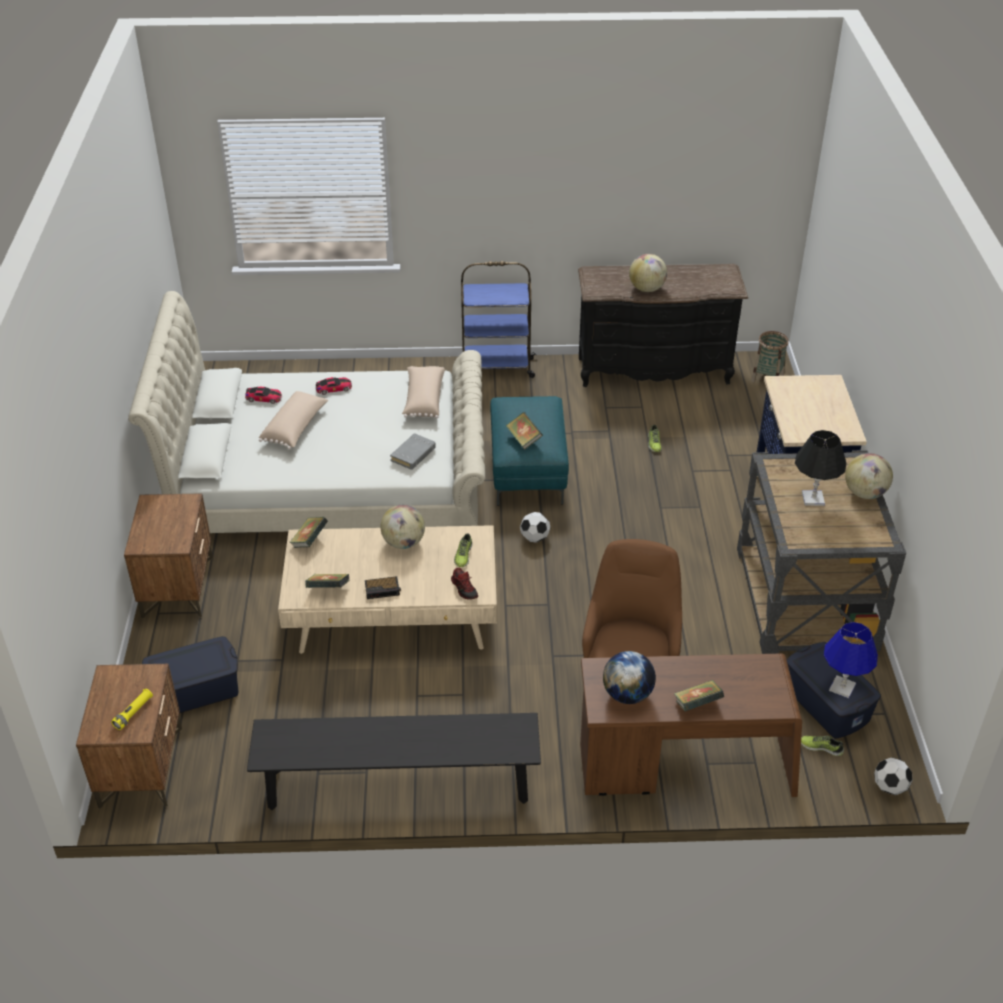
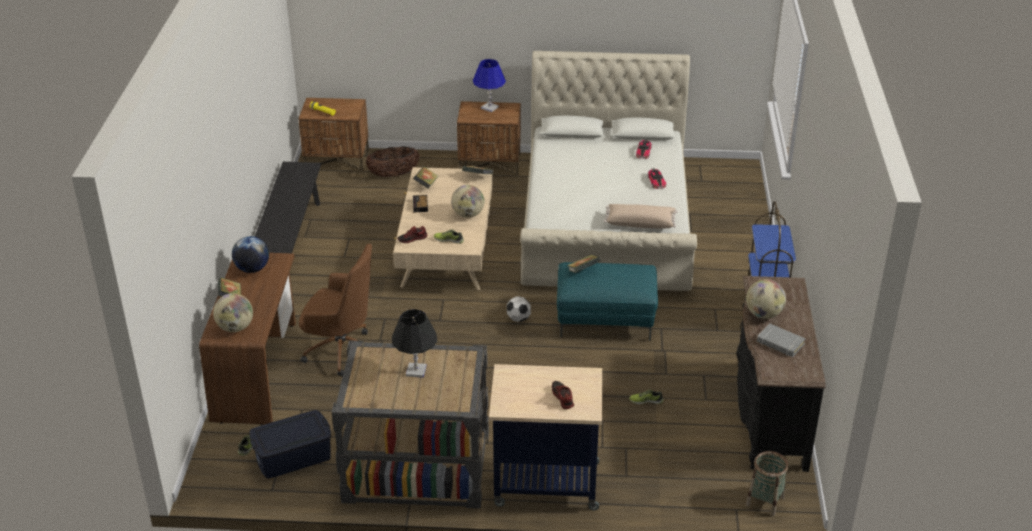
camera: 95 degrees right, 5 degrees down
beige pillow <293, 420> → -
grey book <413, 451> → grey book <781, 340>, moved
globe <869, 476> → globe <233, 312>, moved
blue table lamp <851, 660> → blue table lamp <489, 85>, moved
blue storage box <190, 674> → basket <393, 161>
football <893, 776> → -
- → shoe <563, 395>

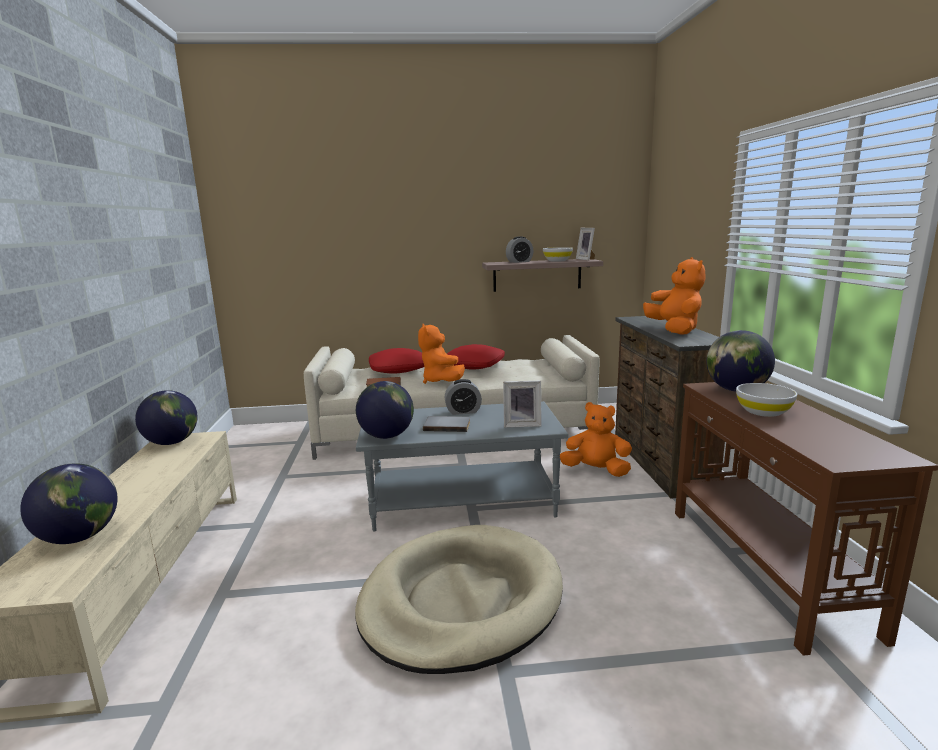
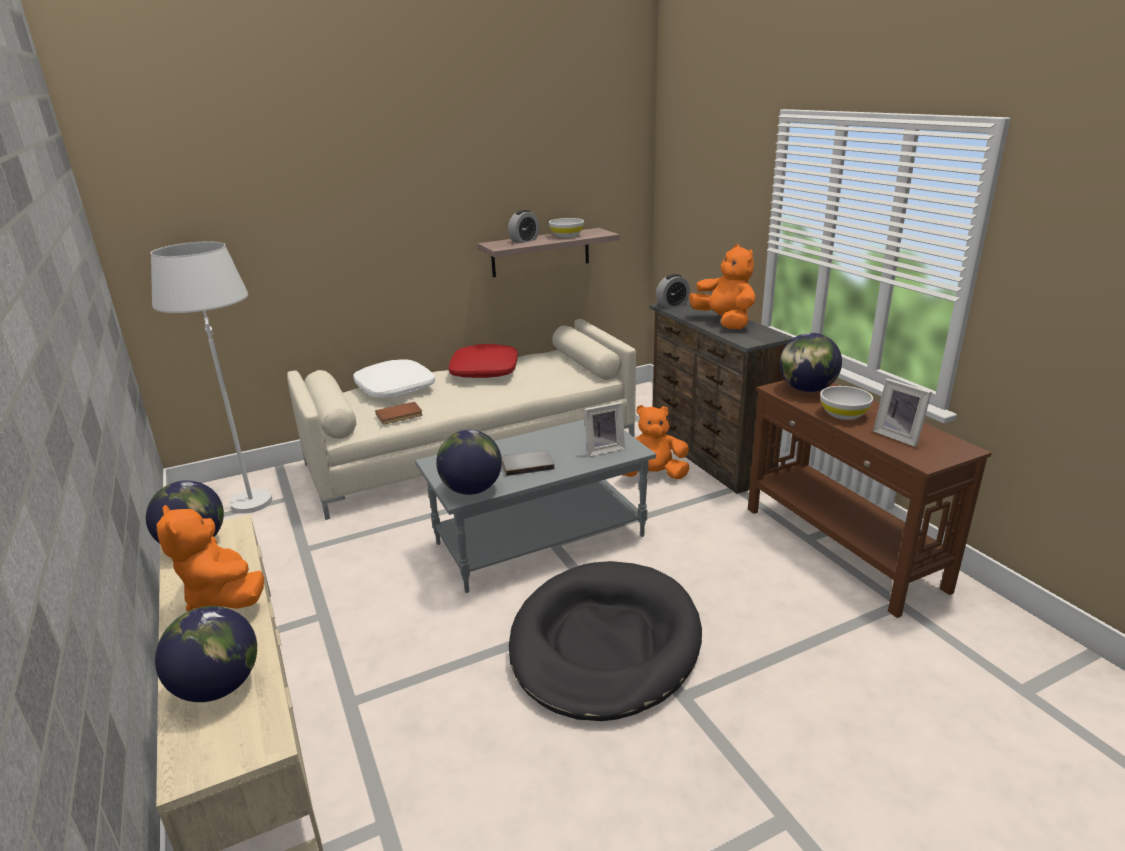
camera: 20 degrees left, 10 degrees up
picture frame <585, 244> → picture frame <902, 412>, moved
orange plush toy <441, 354> → orange plush toy <210, 558>, moved
red pillow <396, 361> → white pillow <394, 378>
alarm clock <463, 397> → alarm clock <673, 291>, moved
beige dog bed <459, 599> → black dog bed <605, 641>
- → white floor lamp <211, 377>

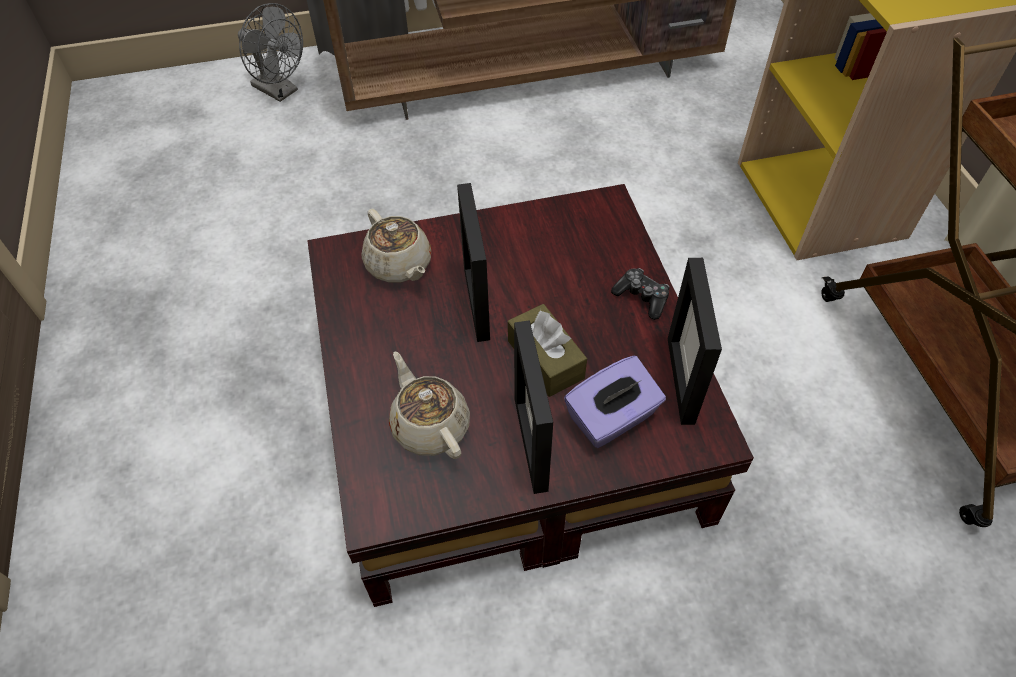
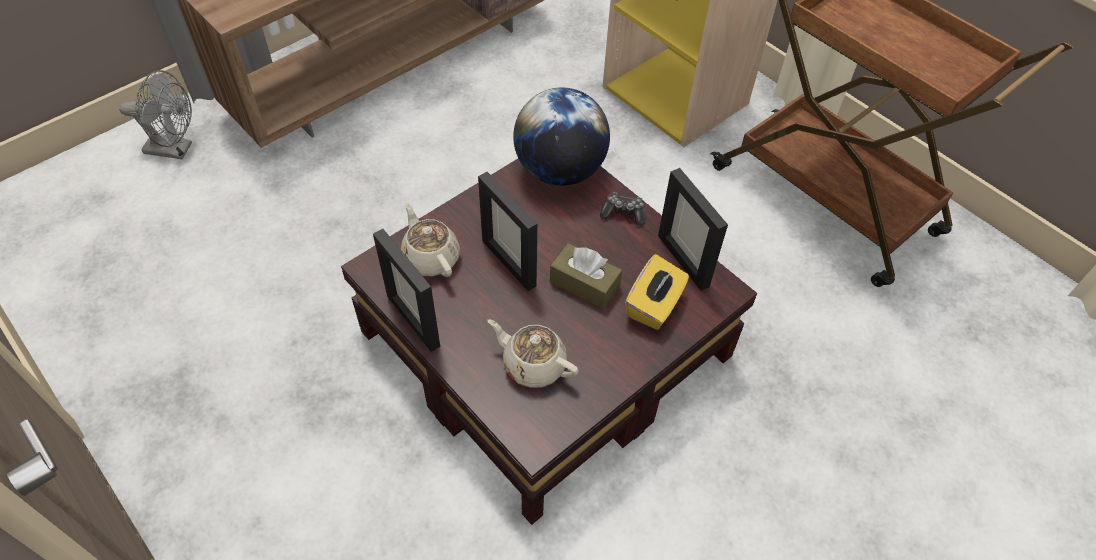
camera: 30 degrees left, 0 degrees up
beige teapot <397, 245> → beige teapot <430, 239>, 150 degrees counterclockwise
picture frame <533, 407> → picture frame <406, 290>, moved
purple tissue box <615, 402> → yellow tissue box <657, 292>
- → globe <561, 136>

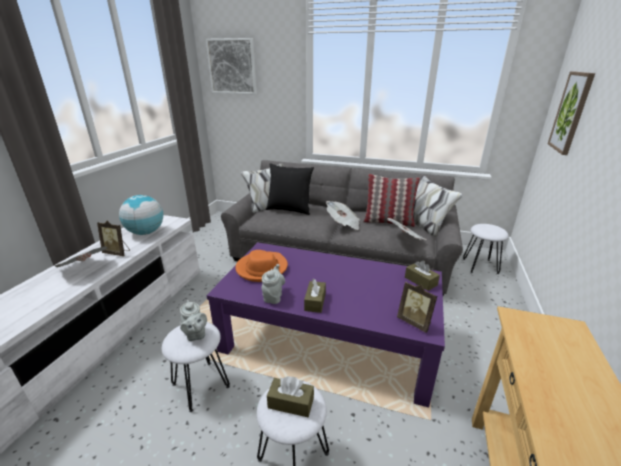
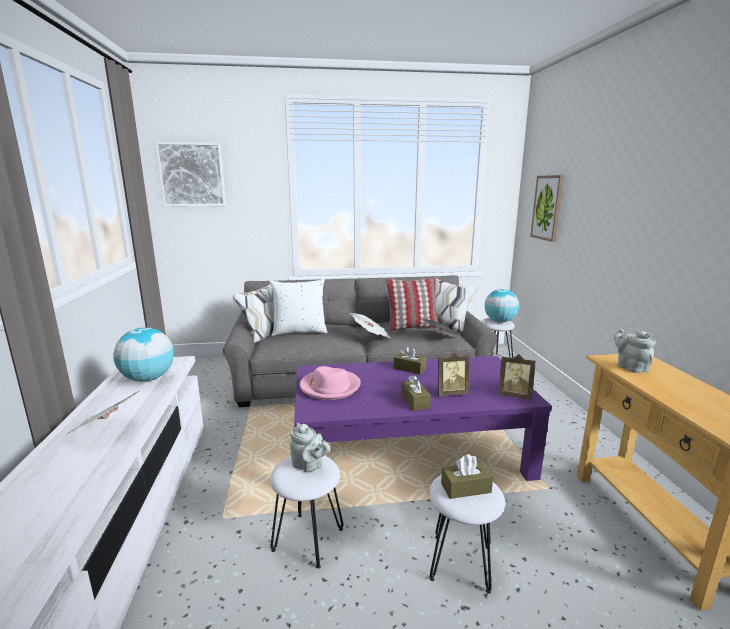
camera: 25 degrees left, 10 degrees down
black pillow <290, 189> → white pillow <298, 307>
picture frame <113, 238> → picture frame <453, 374>, moved
orange hat <261, 266> → pink hat <330, 383>
brown tissue box <422, 275> → brown tissue box <409, 360>, moved
grey teapot <273, 284> → grey teapot <634, 351>, moved
- → globe <502, 305>

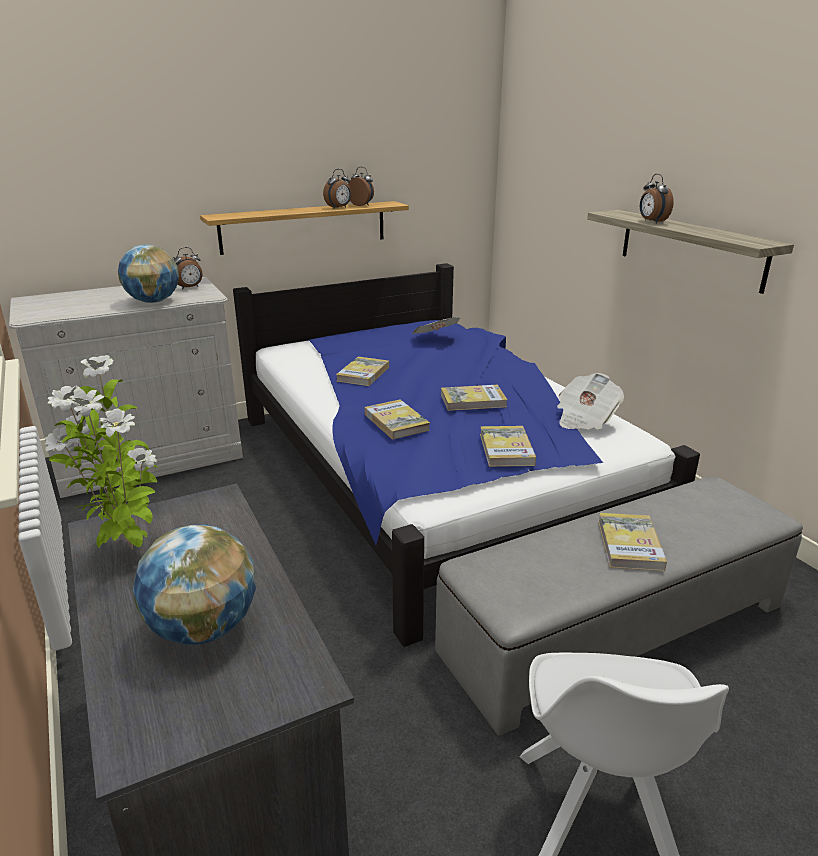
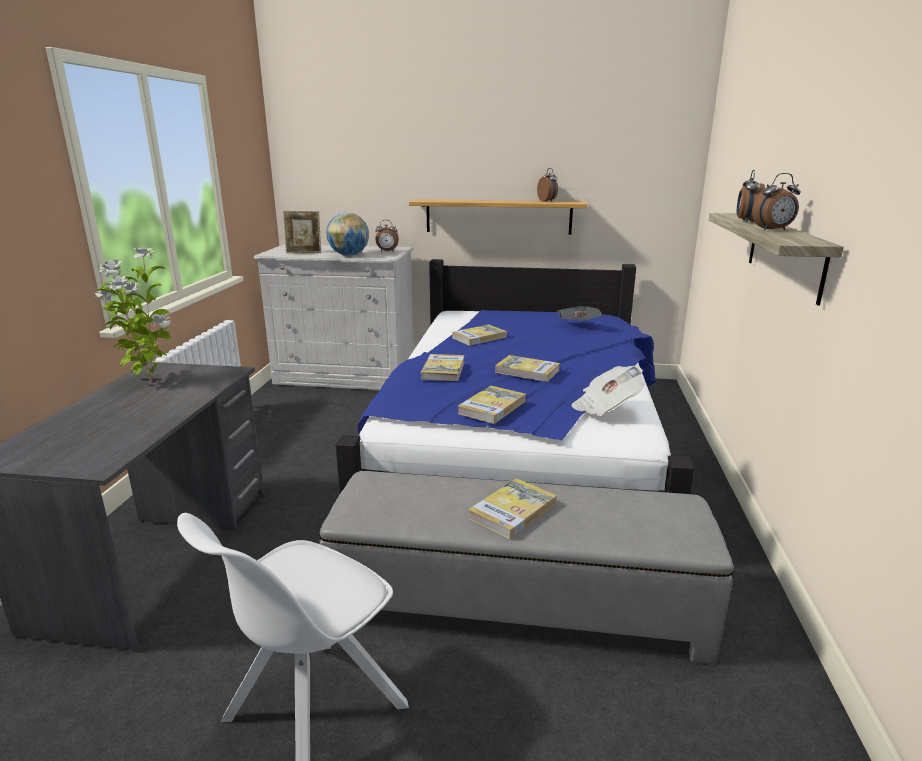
camera: 35 degrees right, 5 degrees down
alarm clock <337, 189> → alarm clock <776, 202>, moved
globe <194, 584> → -
- → picture frame <302, 232>

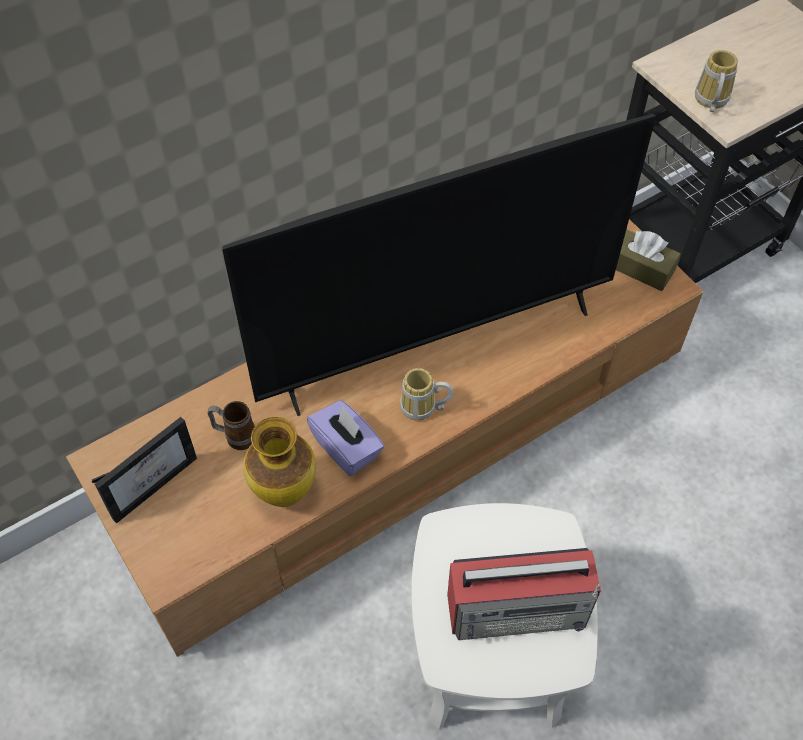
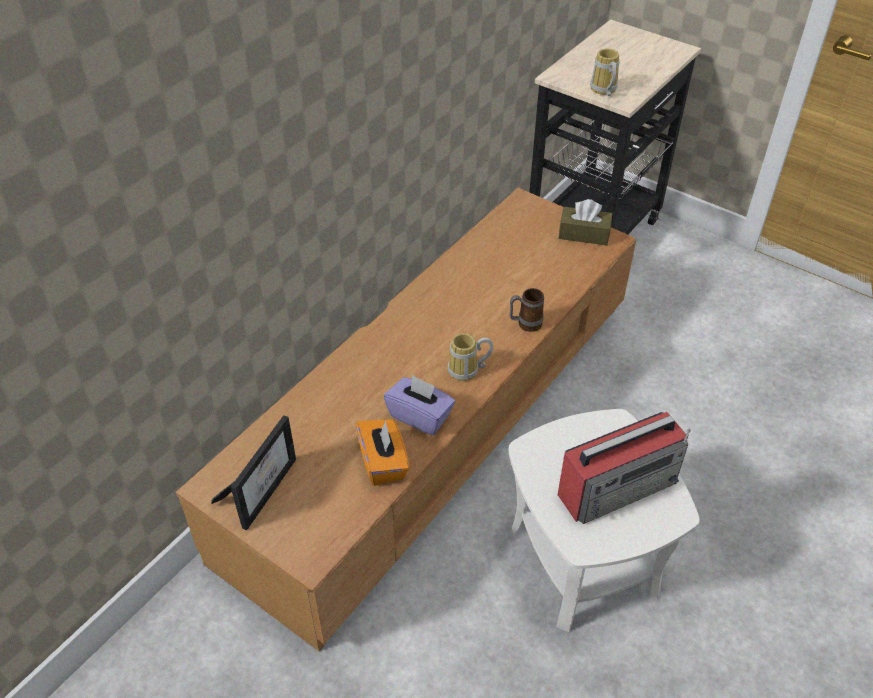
camera: 20 degrees left, 10 degrees down
television <439, 265> → -
mug <231, 425> → mug <527, 310>, moved
vase <279, 462> → orange tissue box <382, 452>

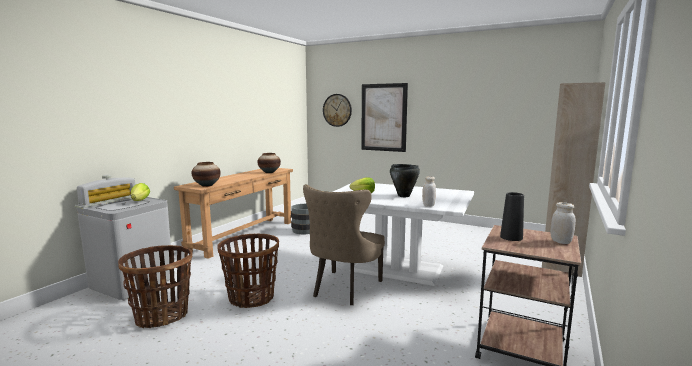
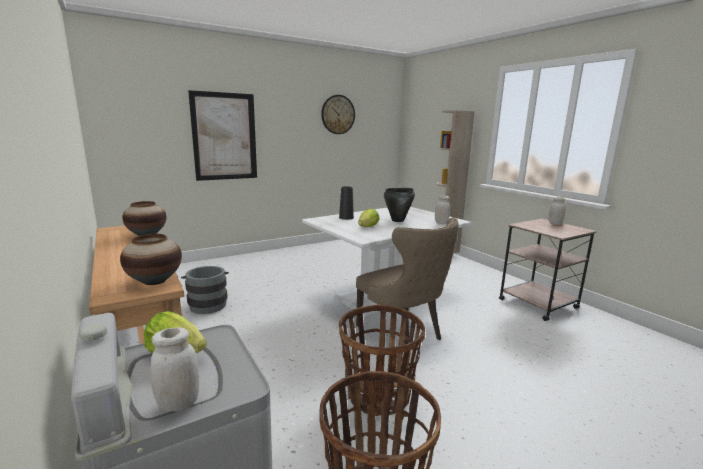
camera: 60 degrees left, 5 degrees up
wall clock <337, 110> → wall clock <338, 114>, moved
black vase <512, 216> → black vase <346, 203>, moved
- → white jar <174, 369>

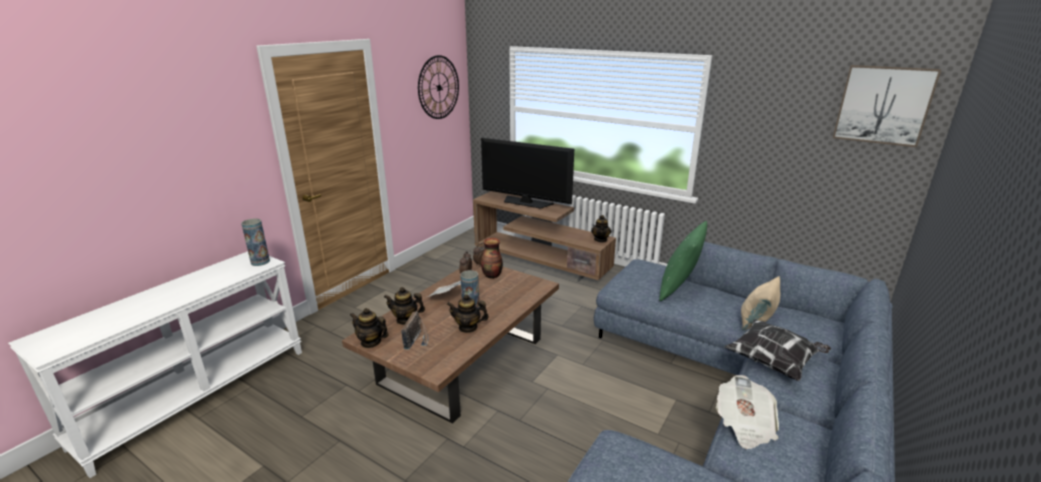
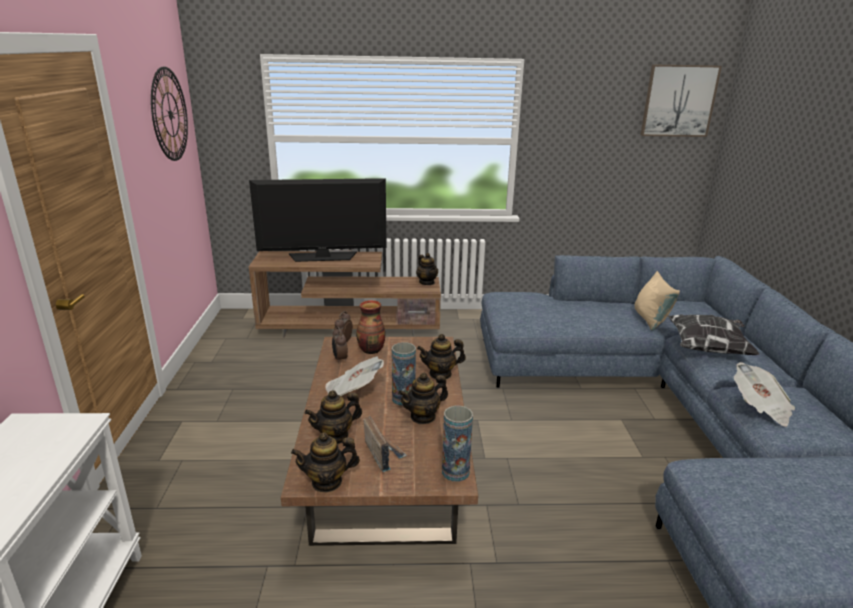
camera: 35 degrees left, 0 degrees up
vase <255, 242> → vase <457, 444>, moved
green pillow <683, 261> → -
- → teapot <441, 356>

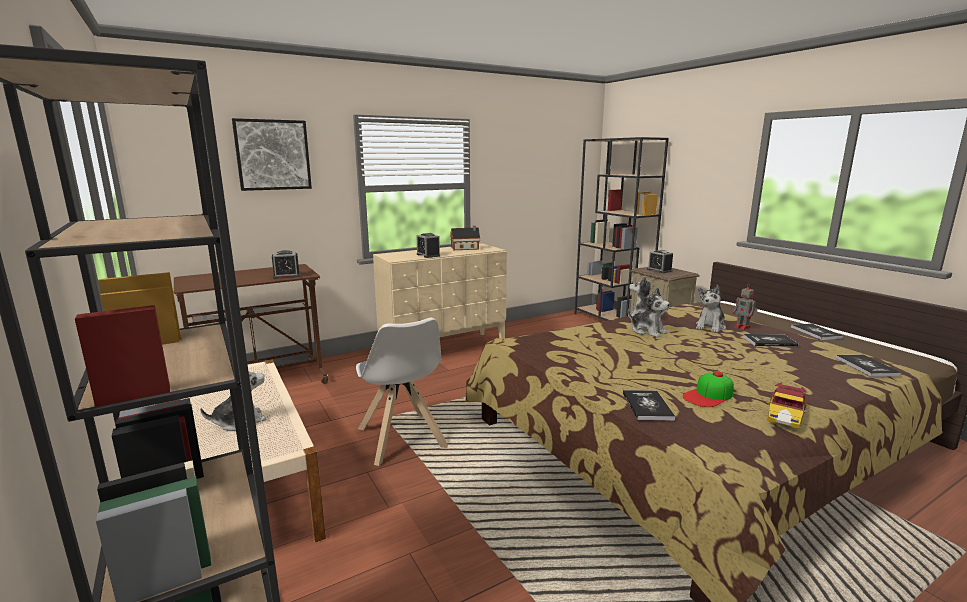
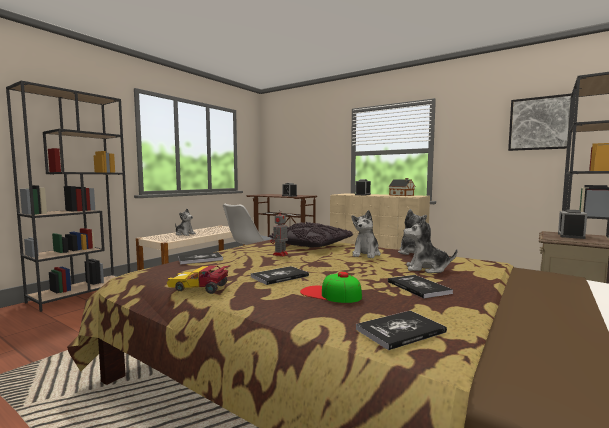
camera: 65 degrees right, 10 degrees down
picture <272, 154> → picture <540, 122>, moved
toy robot <745, 307> → toy robot <279, 234>, moved
book <817, 331> → book <280, 275>, moved
cap <708, 389> → cap <331, 287>, moved
- → black pillow <311, 234>

